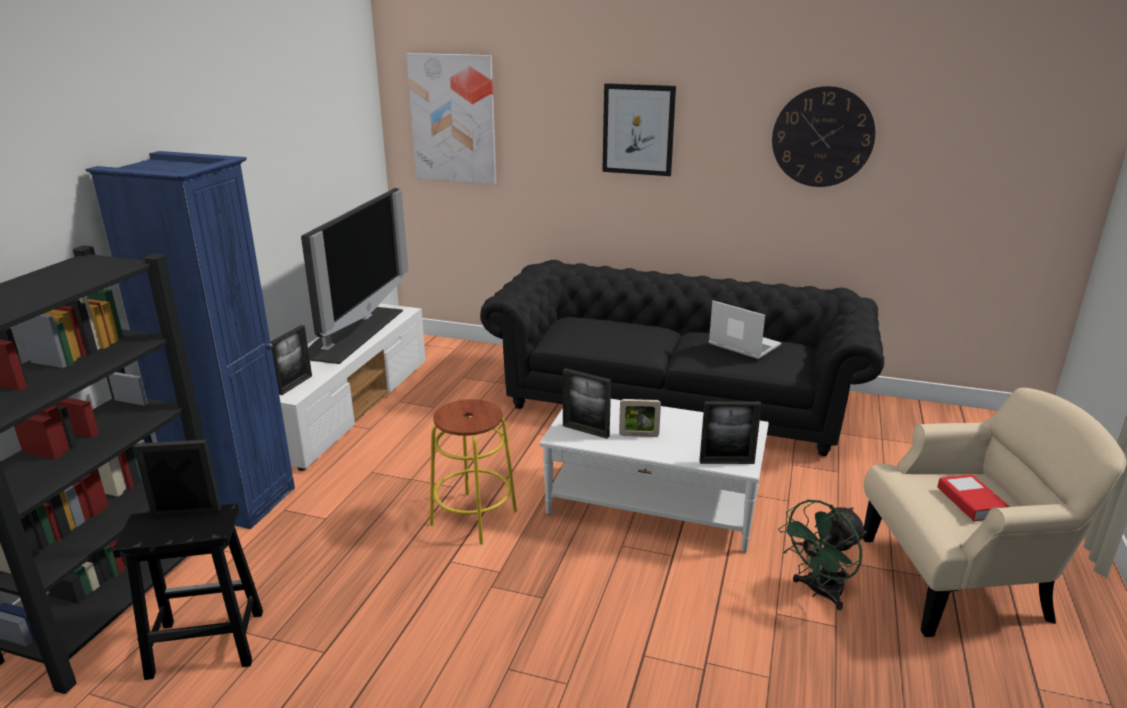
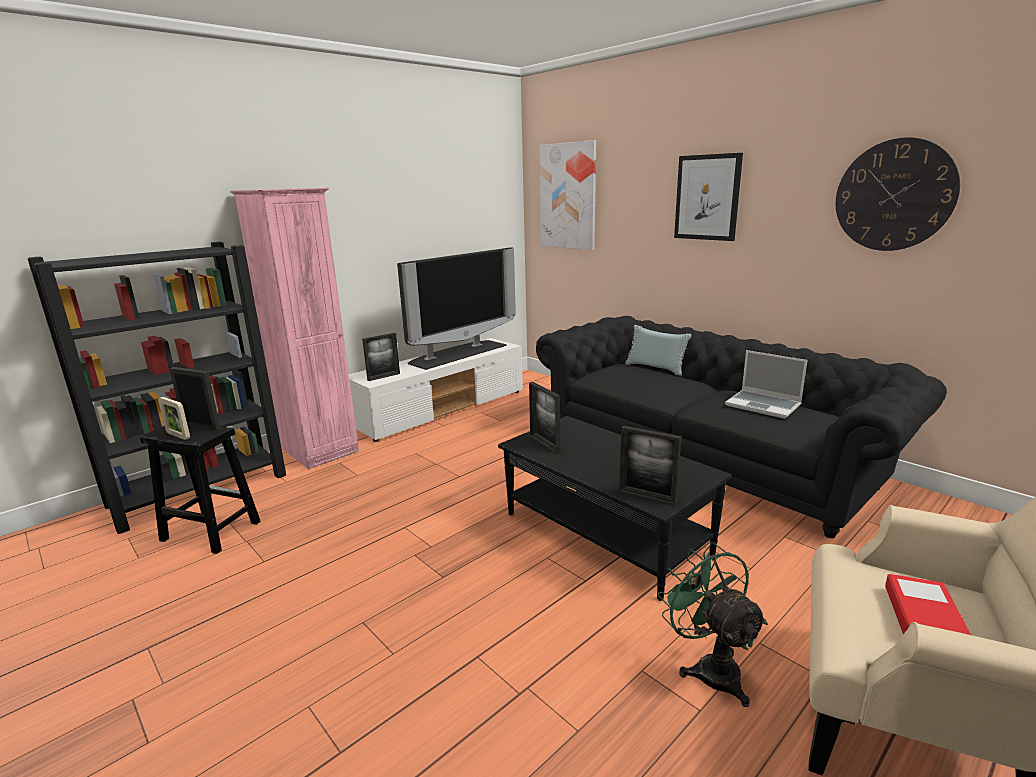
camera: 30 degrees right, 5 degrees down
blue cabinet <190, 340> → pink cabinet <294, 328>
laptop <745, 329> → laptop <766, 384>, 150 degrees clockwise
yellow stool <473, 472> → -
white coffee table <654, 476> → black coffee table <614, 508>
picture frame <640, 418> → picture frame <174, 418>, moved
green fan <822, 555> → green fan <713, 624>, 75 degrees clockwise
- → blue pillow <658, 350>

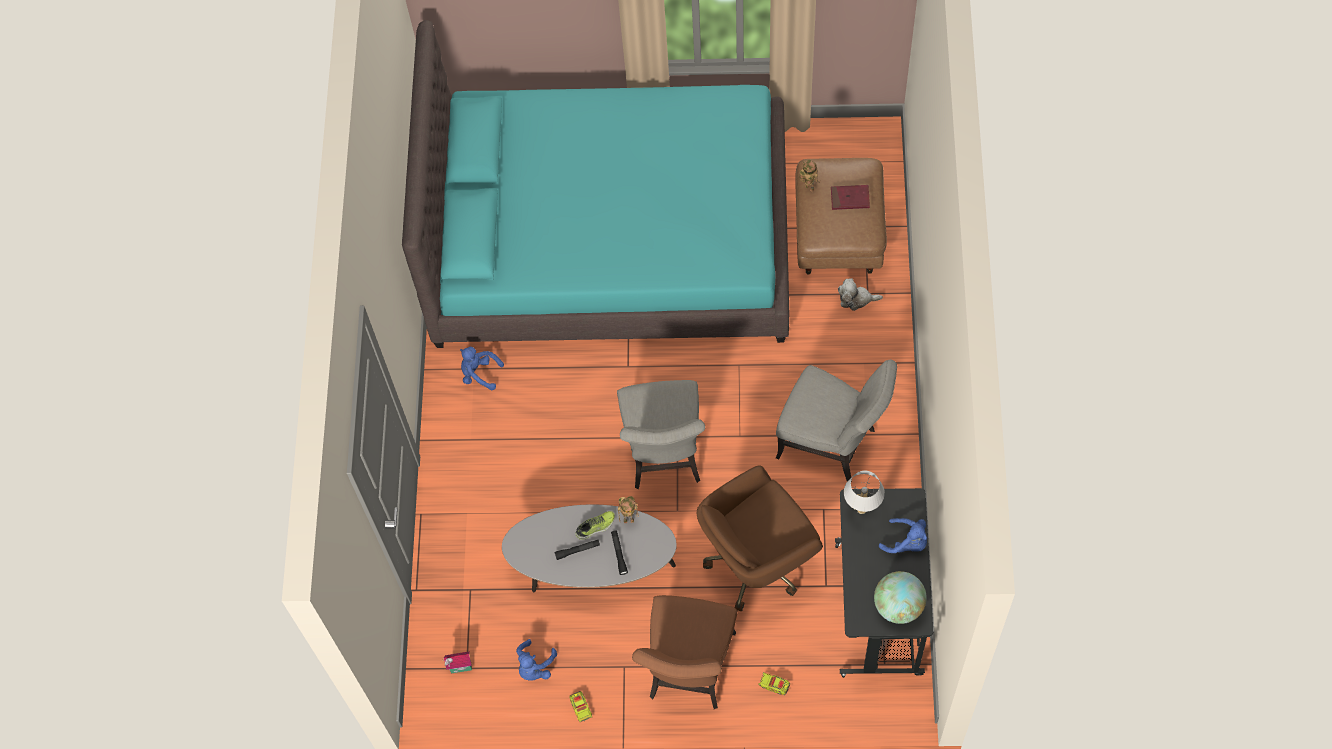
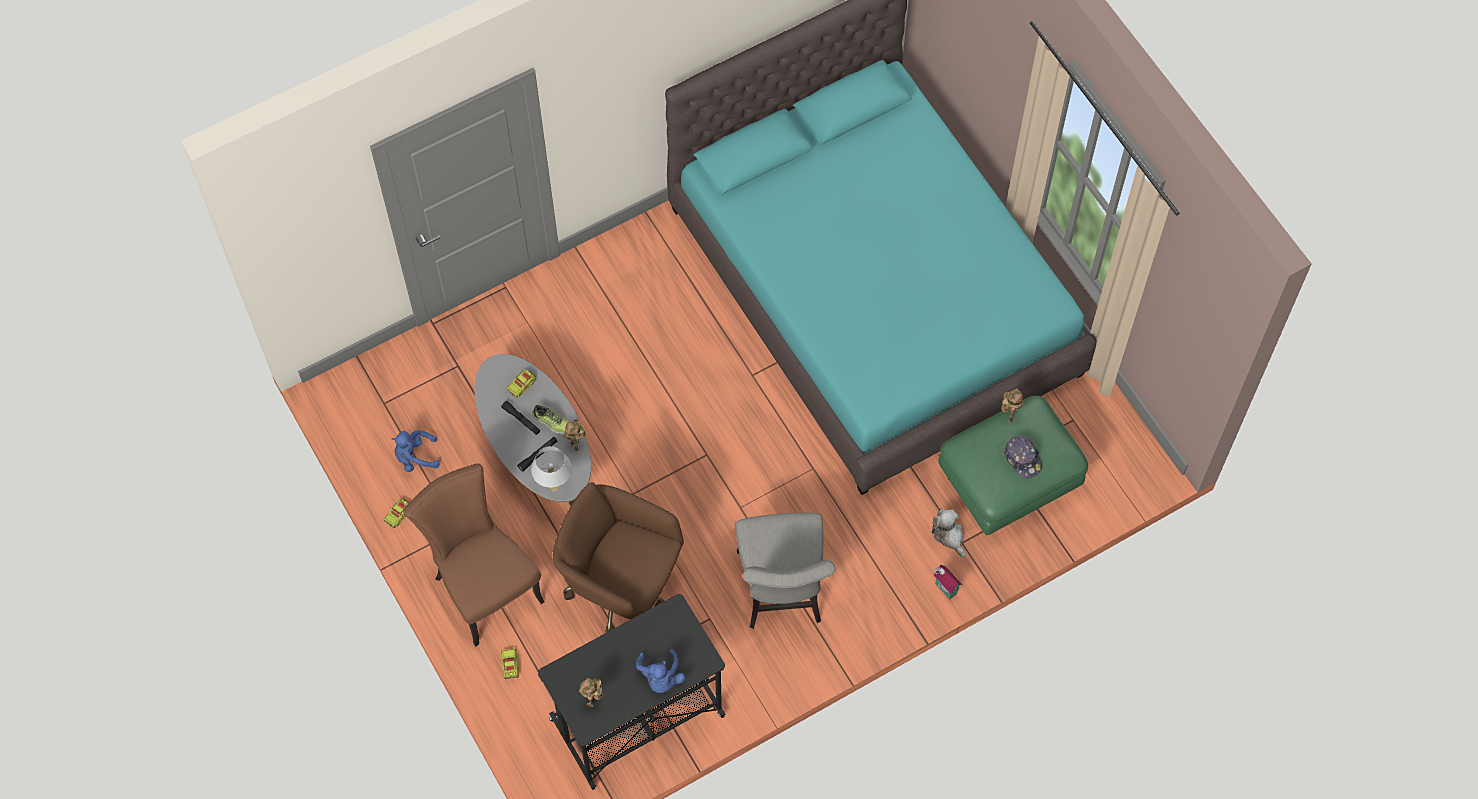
camera: 55 degrees right, 0 degrees up
brown ottoman <841, 216> → green ottoman <1013, 465>
red book <850, 197> → cap <1022, 457>
blue plush toy <482, 368> → -
grey chair <661, 434> → -
white table lamp <864, 492> → white table lamp <551, 469>, moved
globe <900, 597> → toy robot <591, 692>
brown chair <684, 652> → brown chair <474, 554>, 75 degrees clockwise
toy house <458, 662> → toy house <948, 581>, moved
- → toy truck <521, 383>

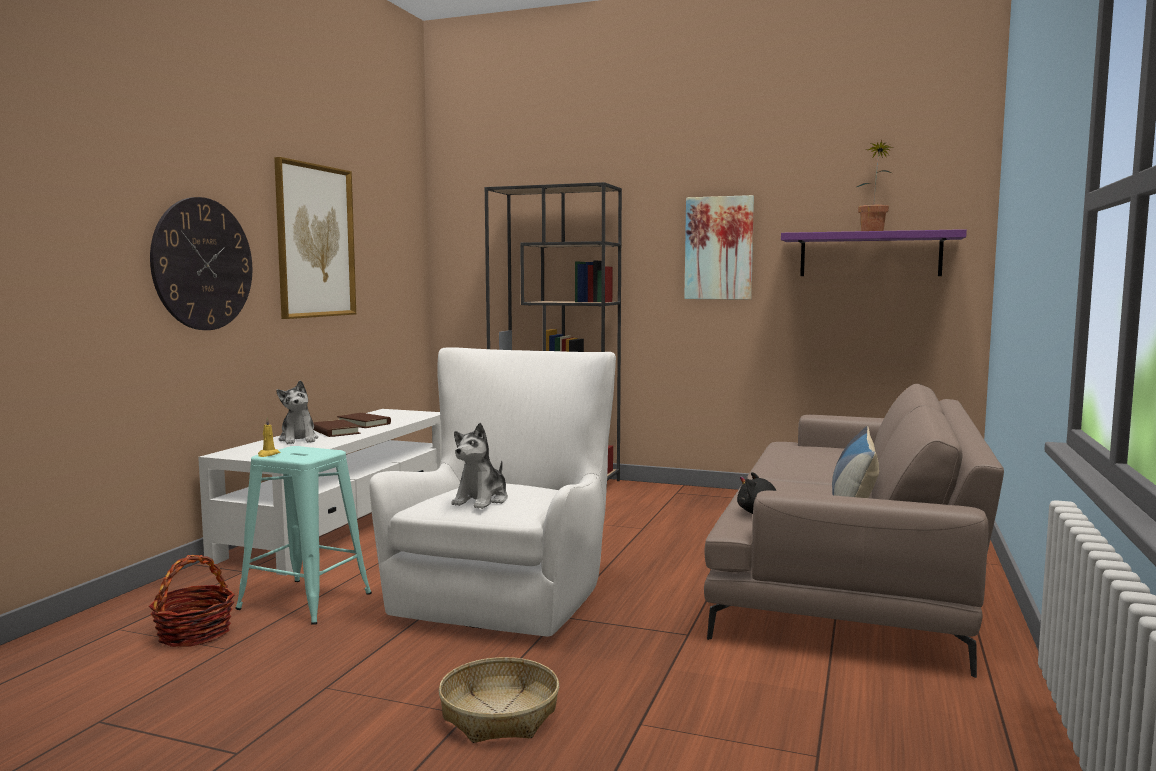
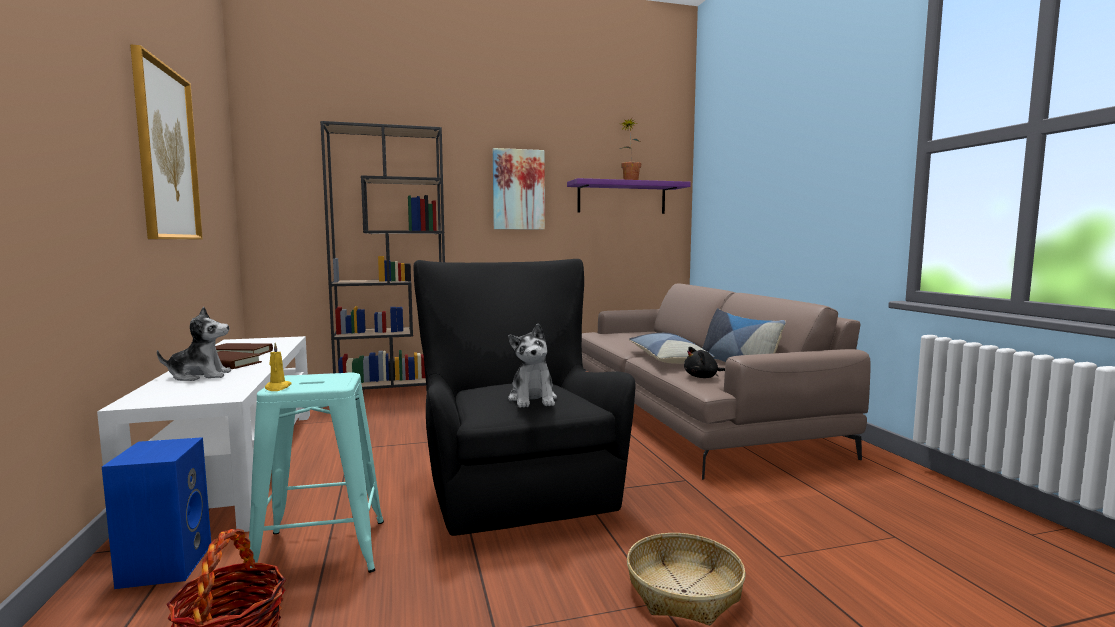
camera: 35 degrees left, 0 degrees up
wall clock <201, 263> → -
white armchair <492, 492> → black armchair <525, 397>
plush toy <297, 412> → plush toy <194, 344>, 45 degrees counterclockwise
- → pillow <671, 348>
- → blue speaker <156, 513>

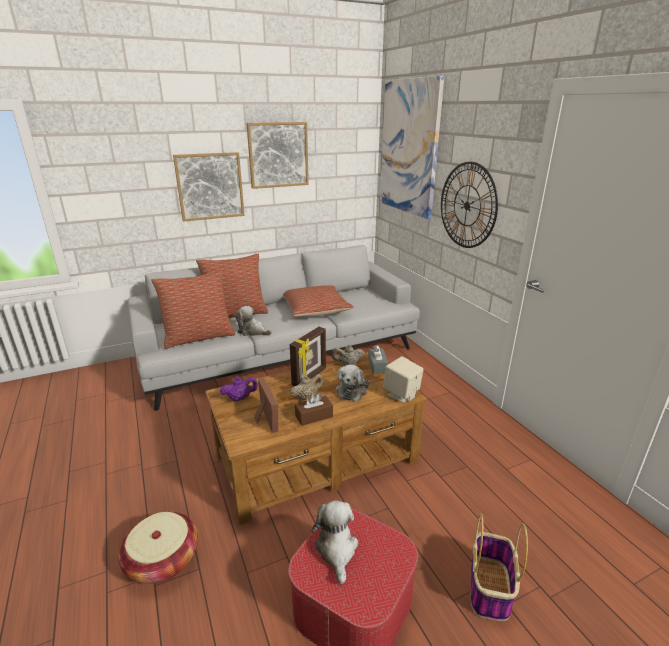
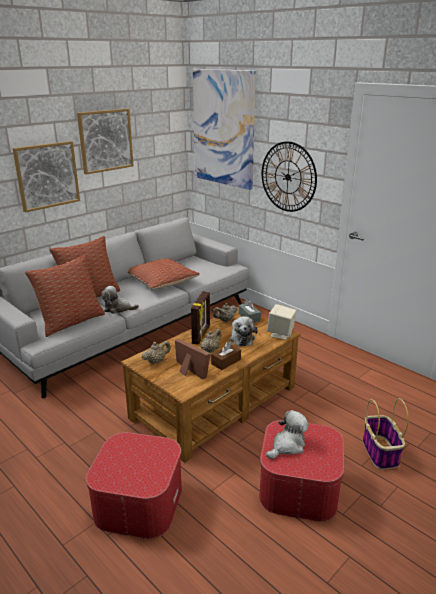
camera: 20 degrees left, 0 degrees up
purple teapot <239, 388> → beige teapot <156, 352>
plush toy <334, 542> → plush toy <287, 434>, 75 degrees clockwise
basket <158, 548> → ottoman <134, 485>

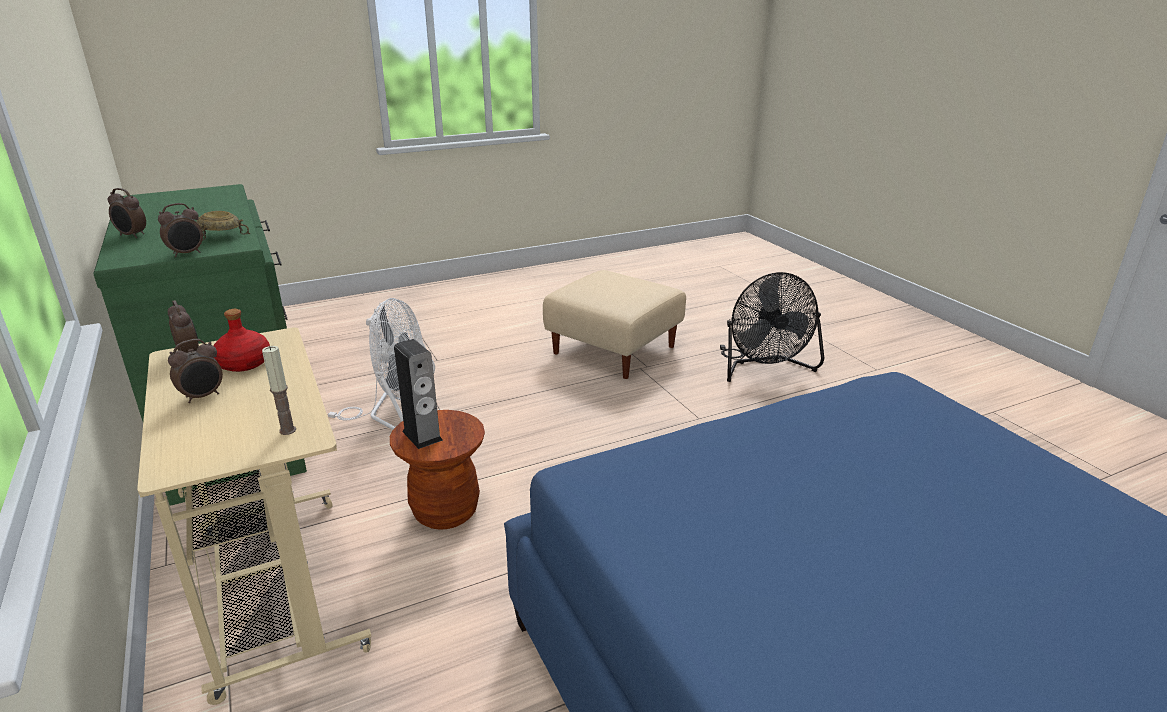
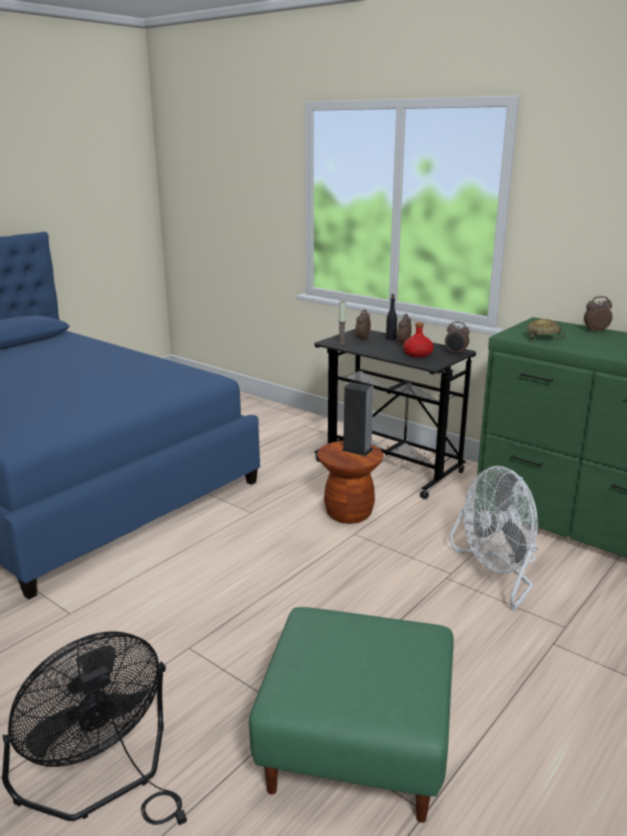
camera: 155 degrees right, 5 degrees down
alarm clock <180, 230> → alarm clock <363, 325>, moved
beige ottoman <614, 324> → green ottoman <351, 715>
beige desk <254, 516> → black desk <395, 414>
- → black bottle <391, 317>

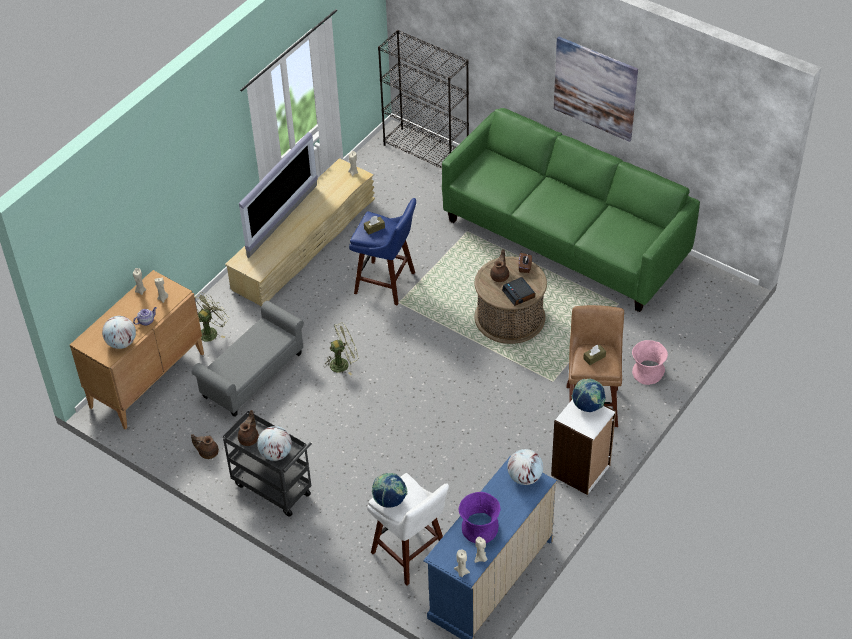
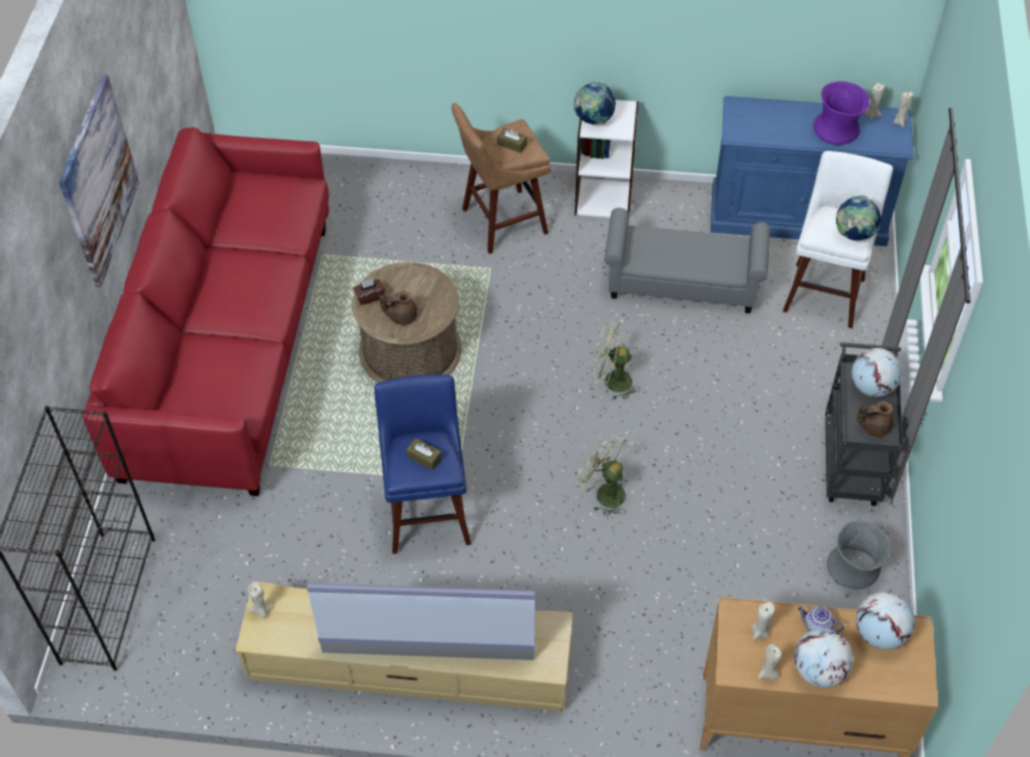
camera: 120 degrees left, 5 degrees up
green sofa <571, 210> → red sofa <206, 311>
alarm clock <518, 291> → -
green fan <212, 317> → green fan <616, 361>, moved
grey ottoman <248, 359> → grey ottoman <687, 260>, moved
pink vase <650, 362> → -
brown teapot <205, 446> → grey vase <859, 555>
globe <525, 467> → globe <823, 657>, moved

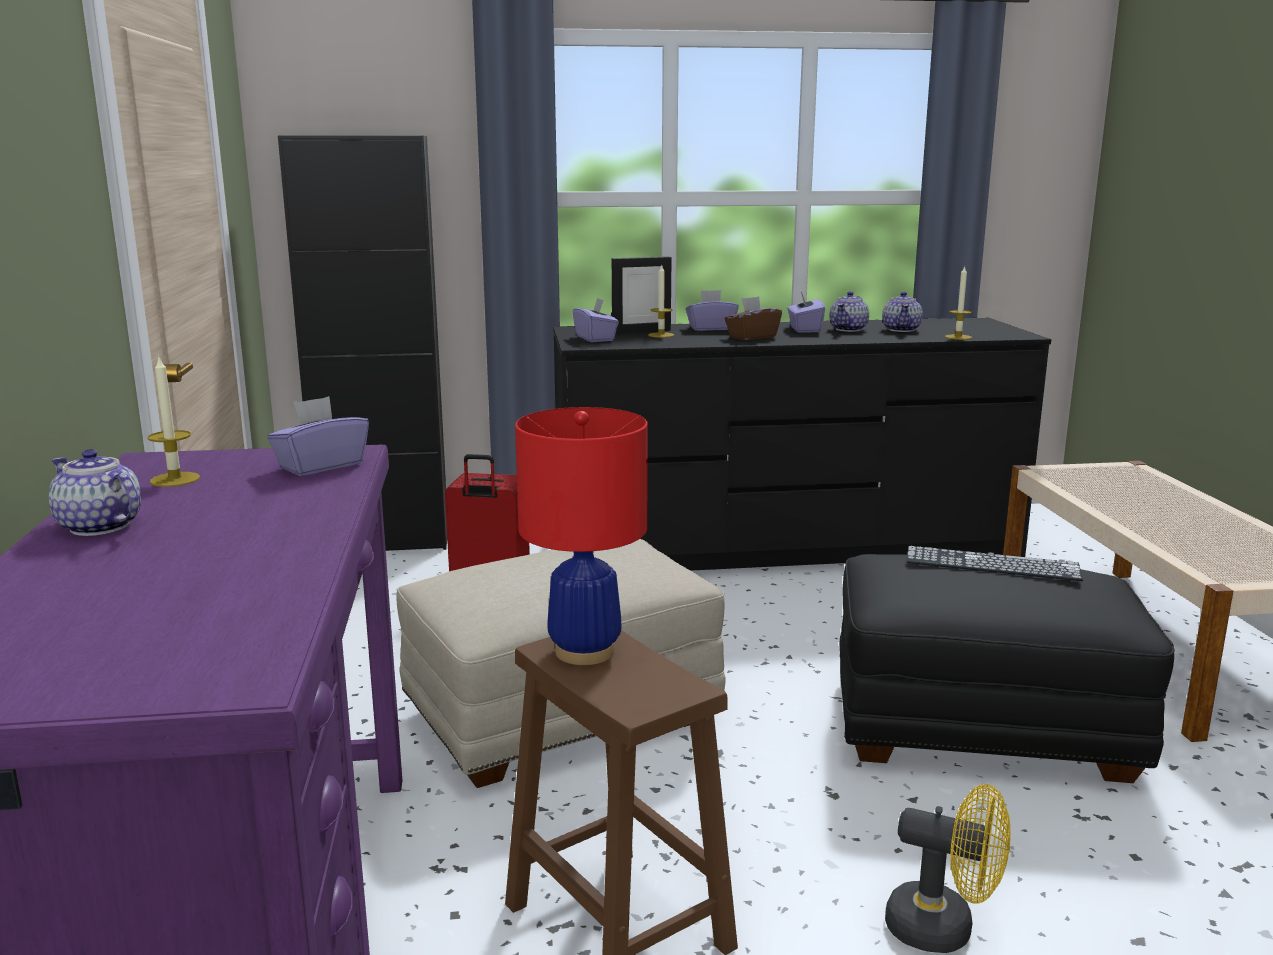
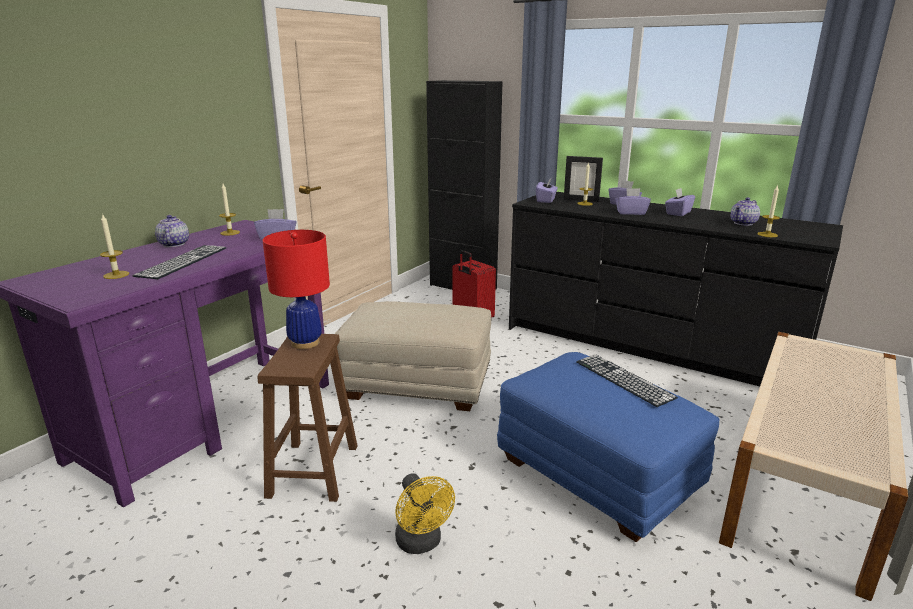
camera: 40 degrees right, 5 degrees up
teapot <849, 311> → -
brown tissue box <753, 318> → purple tissue box <633, 201>
black ottoman <1007, 668> → blue ottoman <608, 447>
- → candle <114, 246>
- → keyboard <179, 262>

